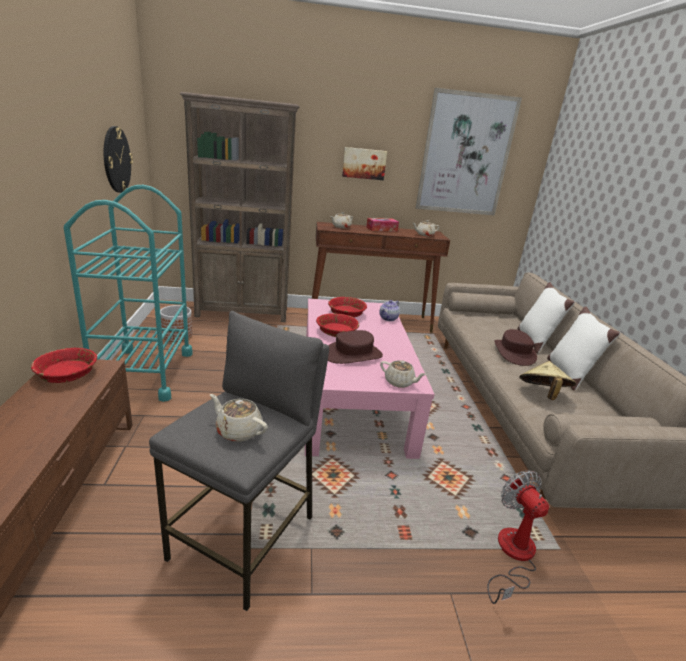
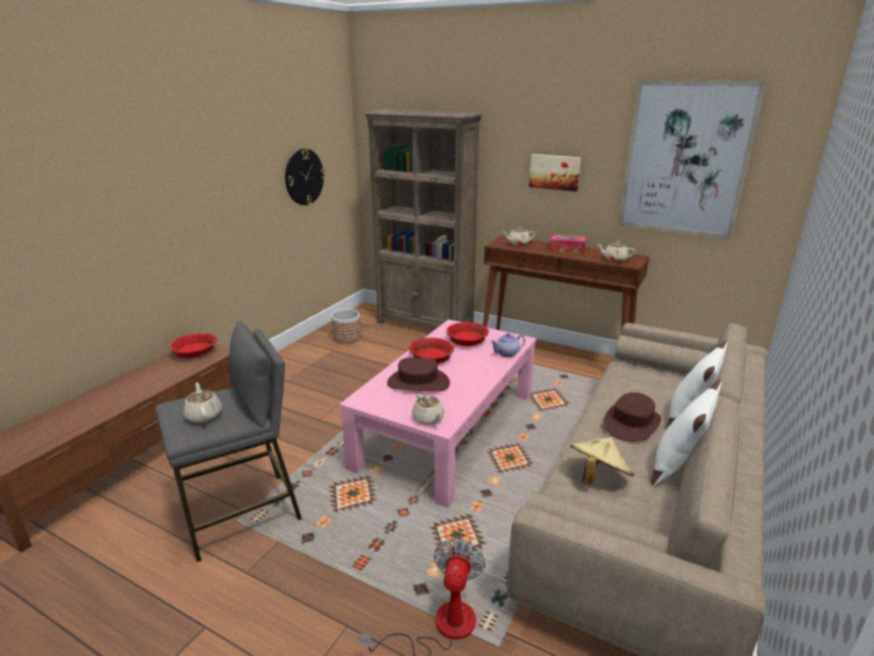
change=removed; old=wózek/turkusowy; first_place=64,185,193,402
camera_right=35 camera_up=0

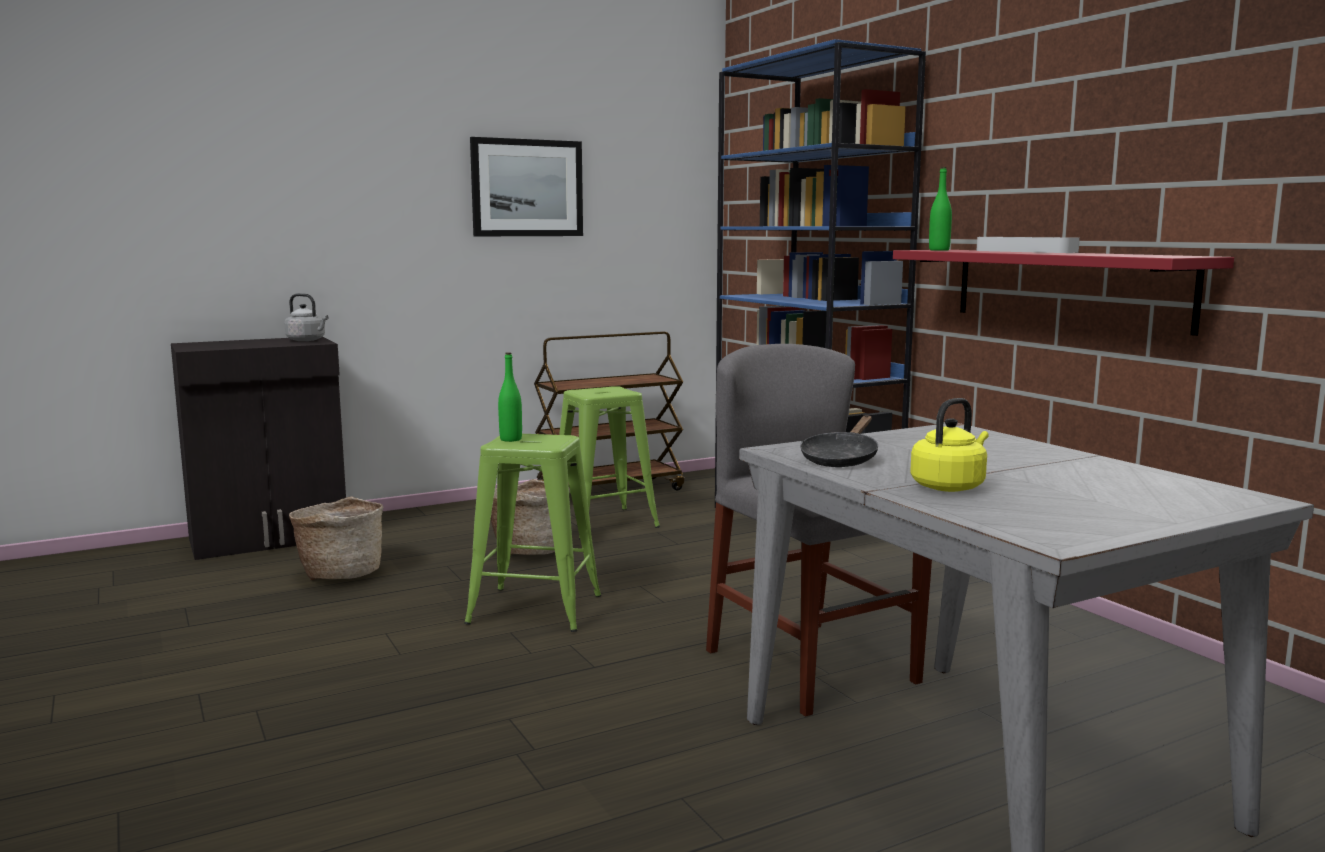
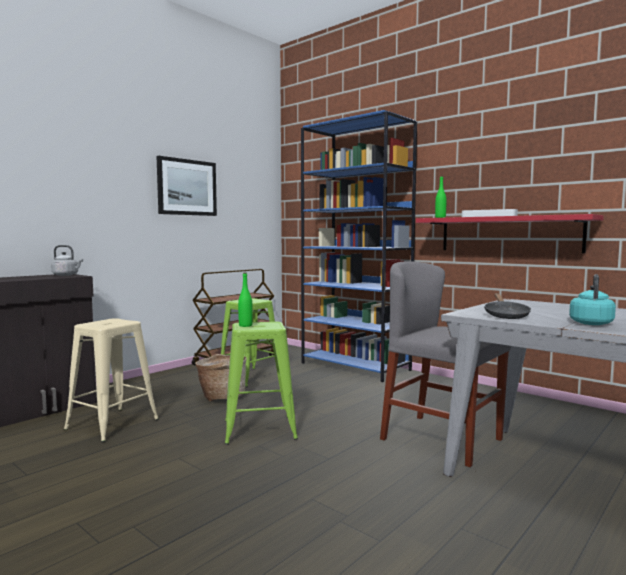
change=replaced; old=koszyk; new=stołek/beżowy; first_place=289,496,383,580; second_place=64,318,159,442
change=recoloured; old=czajnik/żółty; new=czajnik/turkusowy; first_place=910,398,989,492; second_place=569,274,616,325
camera_right=-20 camera_up=-5

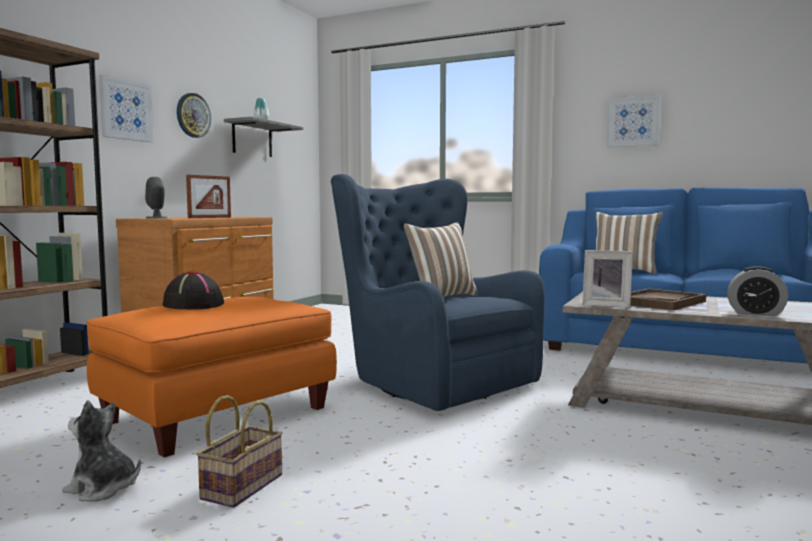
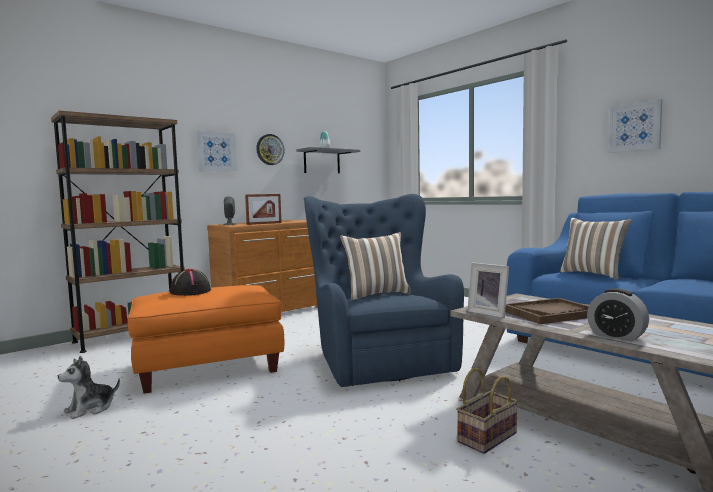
change=turned; old=pluszak; first_place=62,400,141,501; second_place=58,356,120,419; degrees=-90
change=moved; old=koszyk; first_place=196,395,283,508; second_place=456,368,518,454
camera_right=25 camera_up=0

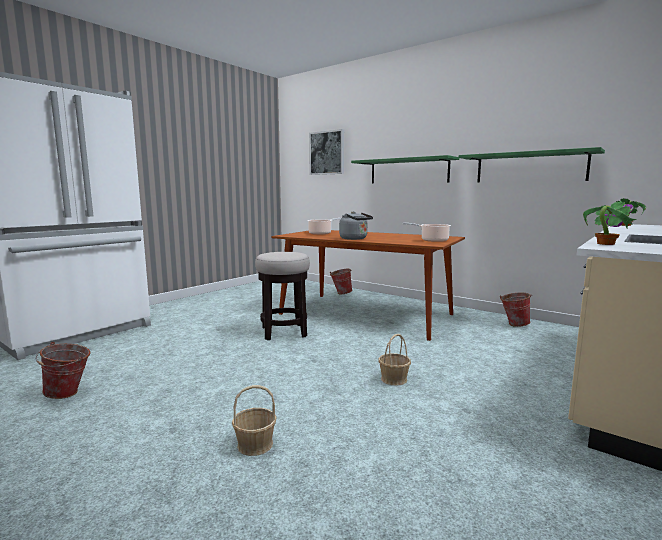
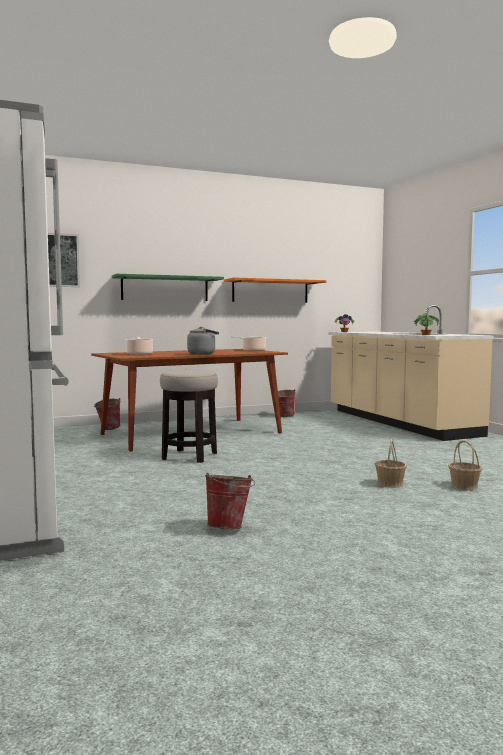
change=moved; old=koszyk; first_place=378,334,411,386; second_place=448,440,482,490
change=recoloured; old=półka/zielony; new=półka/pomarańczowy; first_place=459,147,605,182; second_place=224,278,326,303
camera_right=-60 camera_up=-5

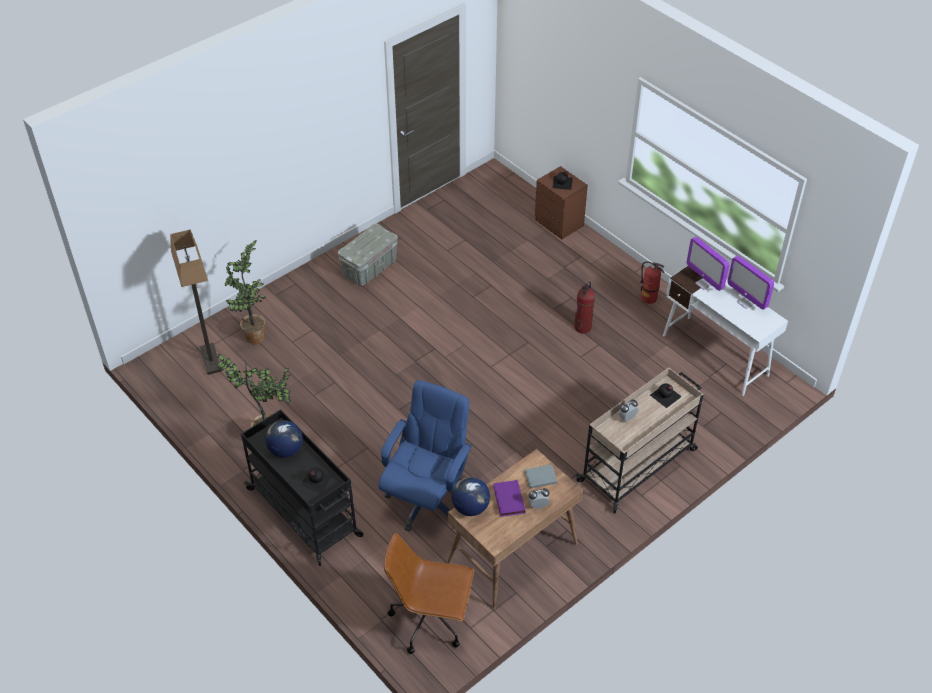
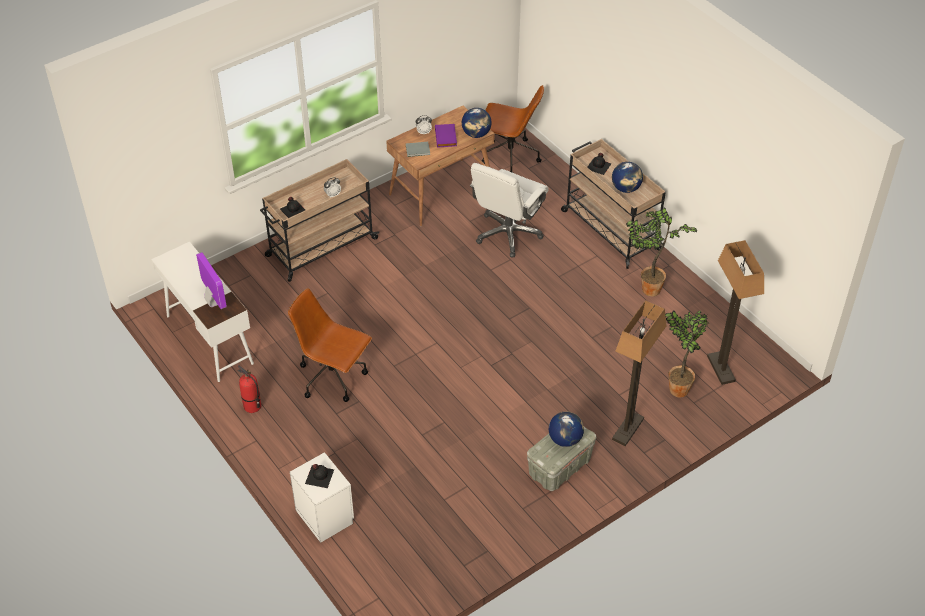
change=recoloured; old=wózek/czarny; new=wózek/beżowy; first_place=241,409,363,566; second_place=561,139,666,269
change=recoloured; old=krzesło biurowe/niebieski; new=krzesło biurowe/biały; first_place=378,380,472,531; second_place=470,163,548,258
change=recoloured; old=szafka nocna/brązowy; new=szafka nocna/biały; first_place=535,166,588,239; second_place=290,452,354,543
change=replaced; old=gaśnica; new=krzesło biurowe/brązowy; first_place=574,282,595,334; second_place=288,288,372,402
change=removed; old=monitor; first_place=727,255,774,310
change=added; new=globus; second_place=549,411,584,447
change=added; new=lampa stojąca; second_place=612,300,667,446
camera_right=-175 camera_up=0

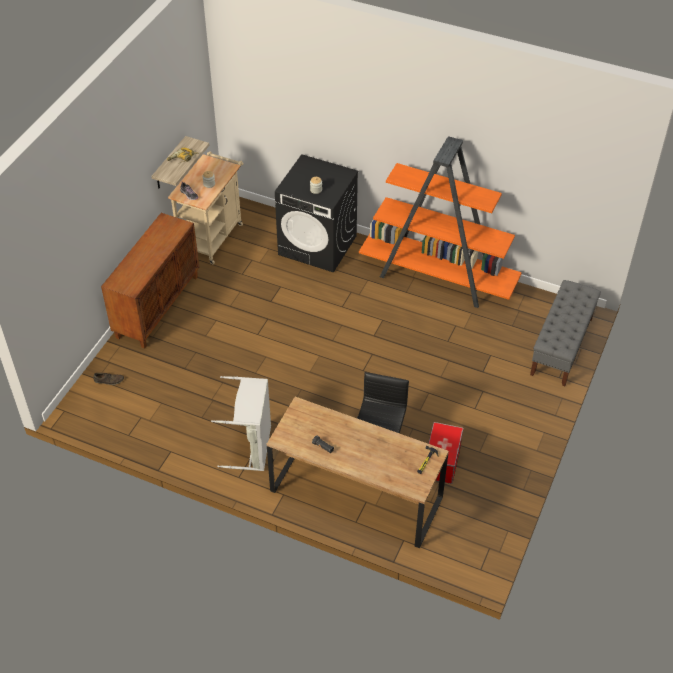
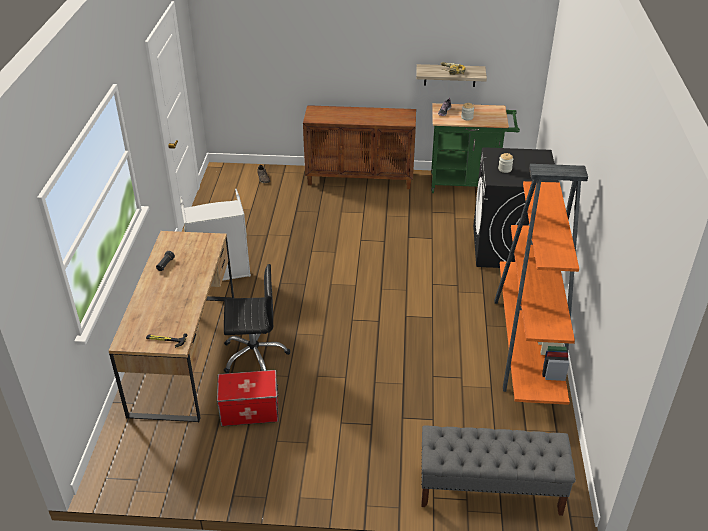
change=recoloured; old=wózek/beżowy; new=wózek/zielony; first_place=168,151,243,264; second_place=431,103,520,193
camera_right=70 camera_up=-10

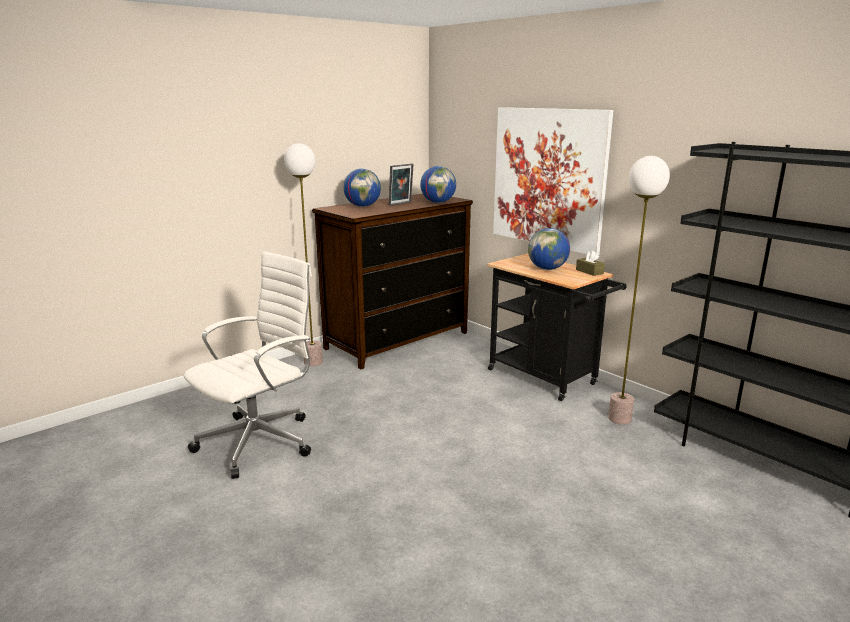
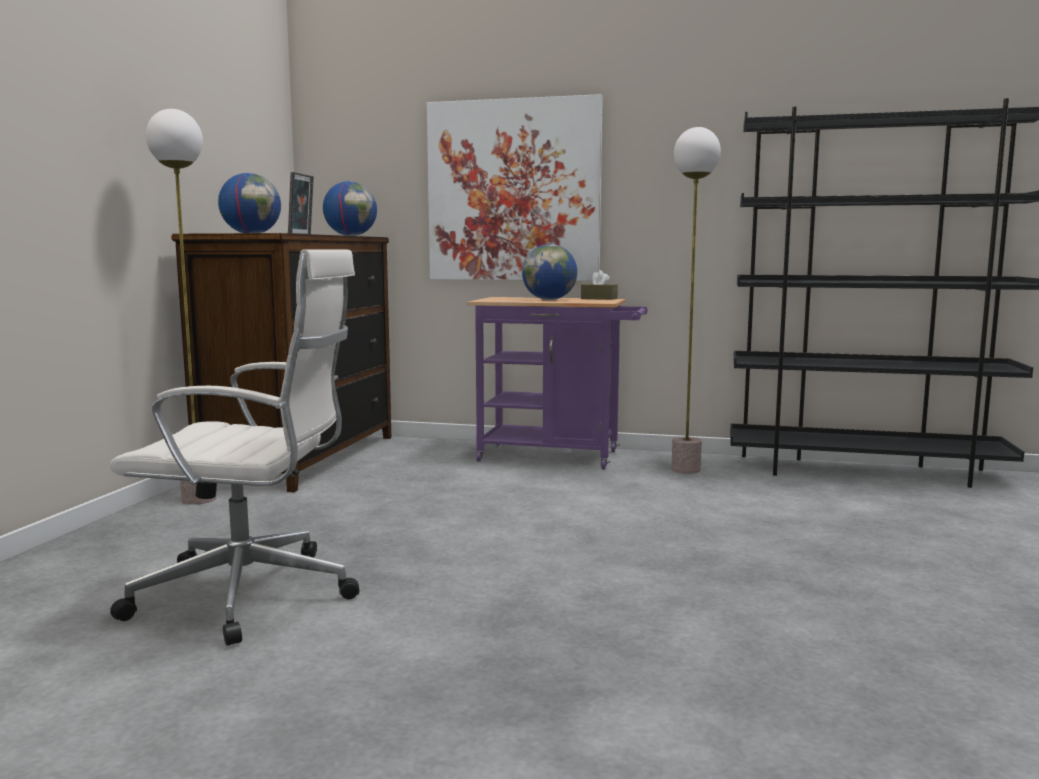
change=turned; old=krzesło biurowe/biały; first_place=184,252,312,479; second_place=110,249,359,646; degrees=90
change=recoloured; old=wózek/czarny; new=wózek/fioletowy; first_place=487,254,627,401; second_place=467,297,648,469
camera_right=-35 camera_up=-10

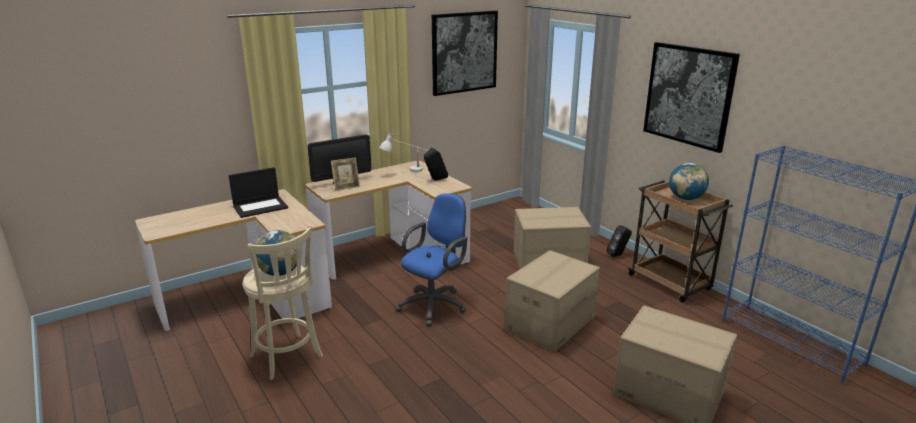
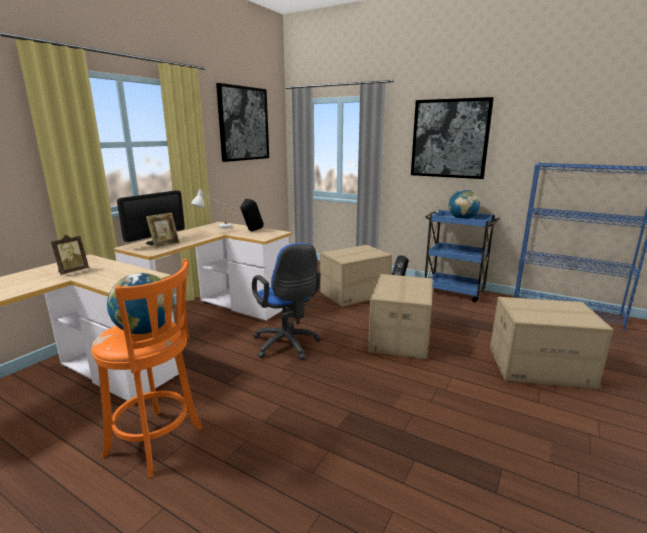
change=replaced; old=laptop; new=ramka na zdjęcie; first_place=229,167,288,218; second_place=51,235,89,275
change=recoloured; old=stołek/beżowy; new=stołek/pomarańczowy; first_place=243,225,323,380; second_place=91,259,203,478
change=turned; old=krzesło biurowe/niebieski; first_place=396,193,467,326; second_place=252,243,321,360; degrees=135
change=recoloured; old=wózek/brązowy; new=wózek/niebieski; first_place=627,180,733,303; second_place=425,210,500,302
camera_right=-25 camera_up=-5

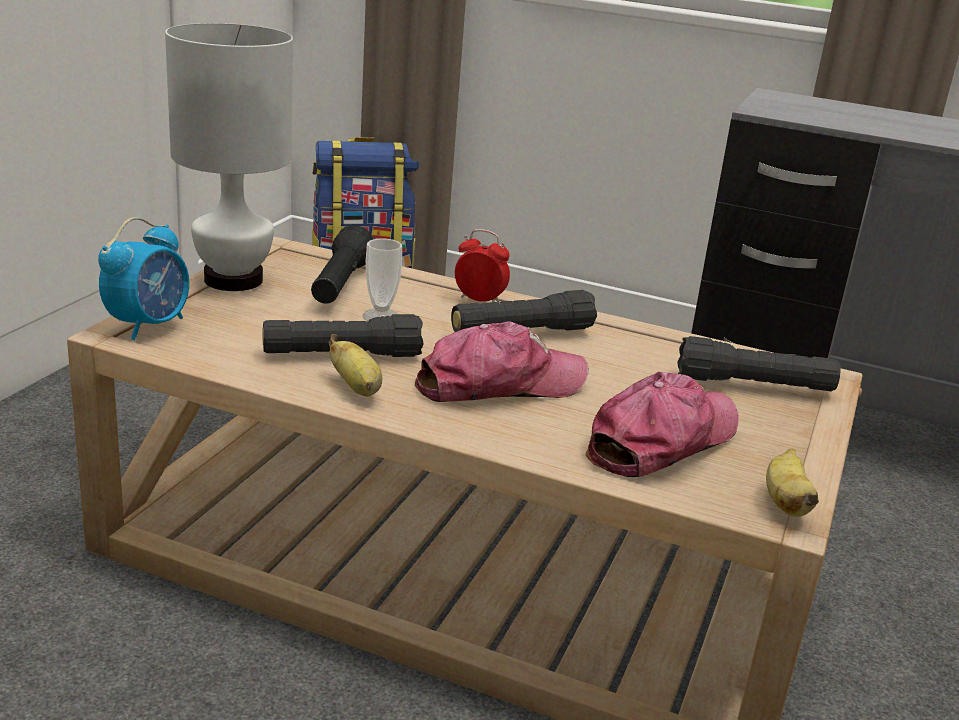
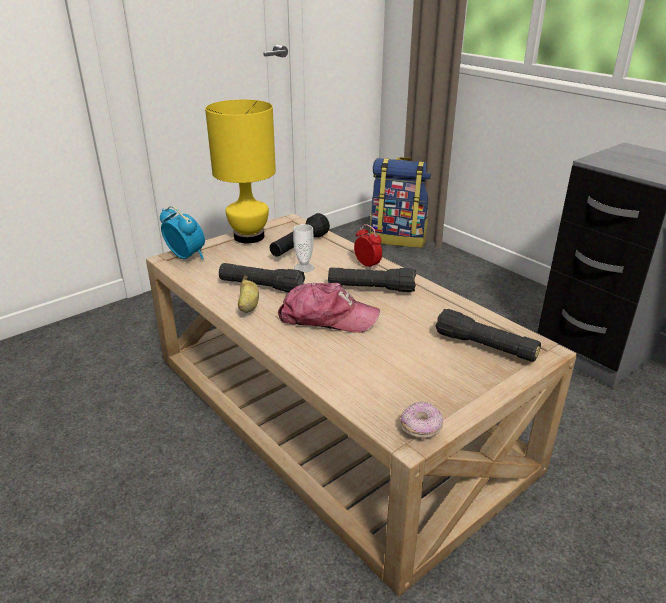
change=turned; old=budzik; first_place=98,217,189,340; second_place=160,206,205,260; degrees=-105
change=recoloured; old=lampa stołowa/biały; new=lampa stołowa/żółty; first_place=165,23,293,291; second_place=205,100,276,243
change=removed; old=czapka z daszkiem; first_place=585,372,739,477
change=replaced; old=banan; new=donut; first_place=766,449,819,517; second_place=400,401,444,438
camera_right=30 camera_up=5

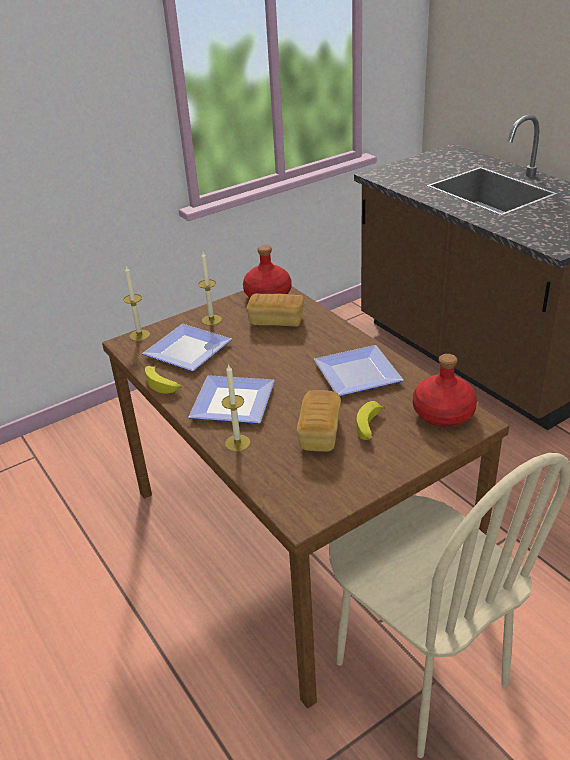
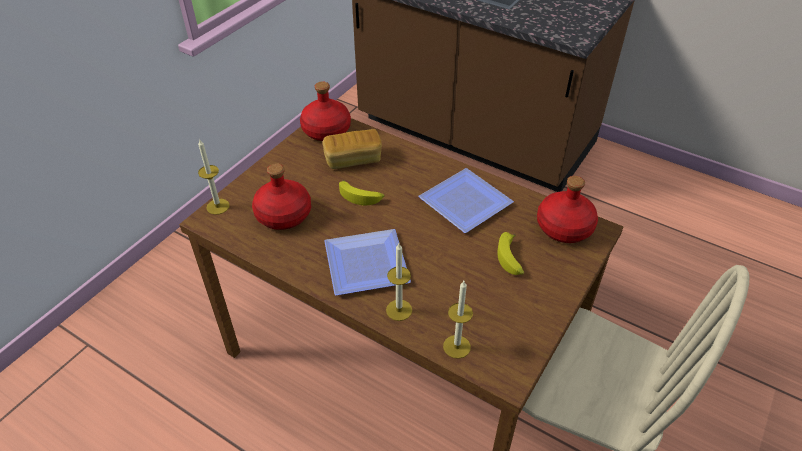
change=replaced; old=talerz; new=butelka/czerwony; first_place=142,324,232,371; second_place=252,163,311,230
change=moved; old=banan; first_place=145,366,181,393; second_place=339,180,385,206
change=moved; old=świeca; first_place=198,252,222,326; second_place=443,281,473,359
change=removed; old=chleb; first_place=297,390,341,452
camera_right=-25 camera_up=10

